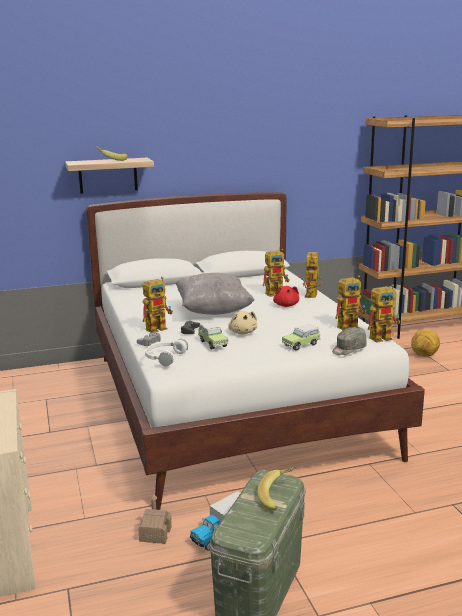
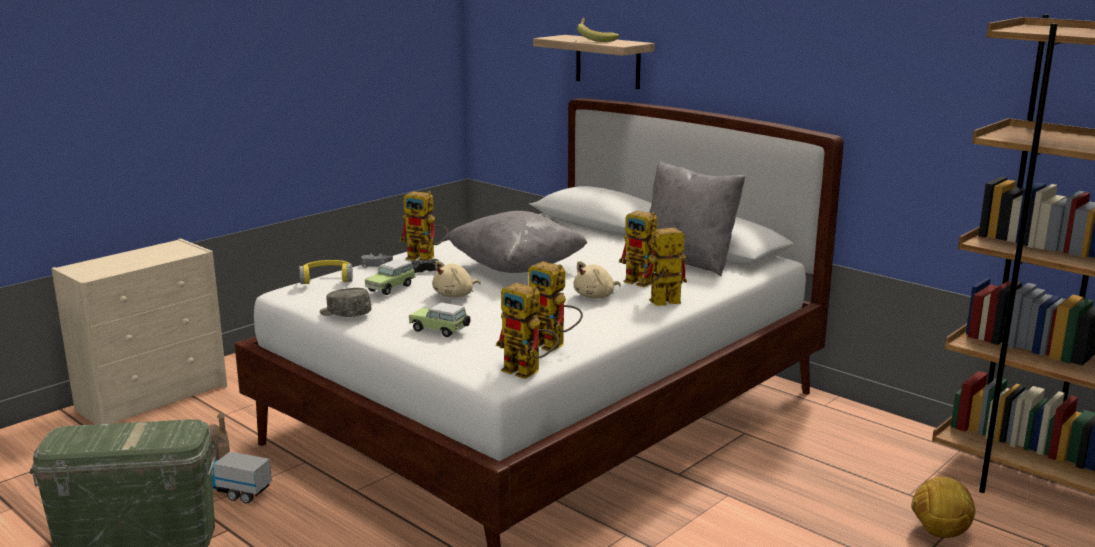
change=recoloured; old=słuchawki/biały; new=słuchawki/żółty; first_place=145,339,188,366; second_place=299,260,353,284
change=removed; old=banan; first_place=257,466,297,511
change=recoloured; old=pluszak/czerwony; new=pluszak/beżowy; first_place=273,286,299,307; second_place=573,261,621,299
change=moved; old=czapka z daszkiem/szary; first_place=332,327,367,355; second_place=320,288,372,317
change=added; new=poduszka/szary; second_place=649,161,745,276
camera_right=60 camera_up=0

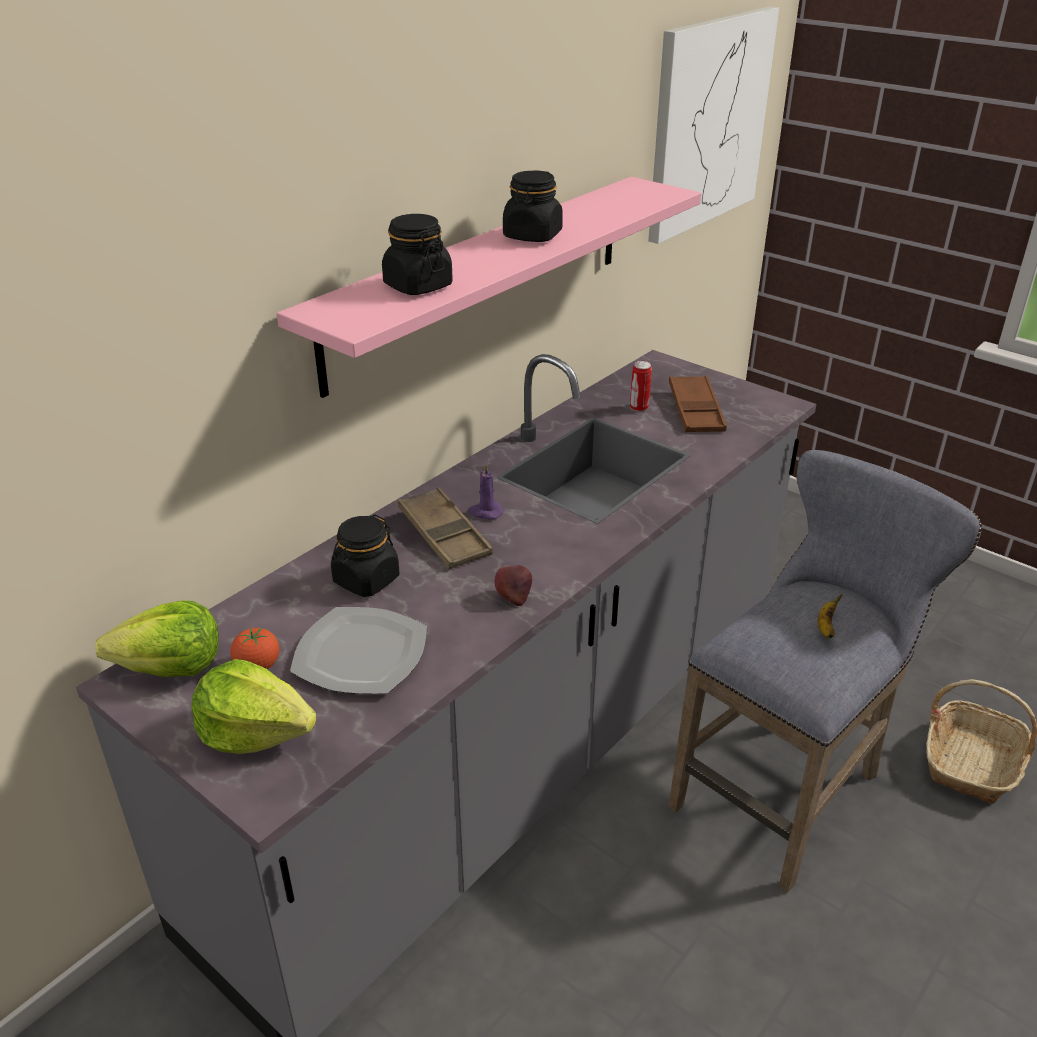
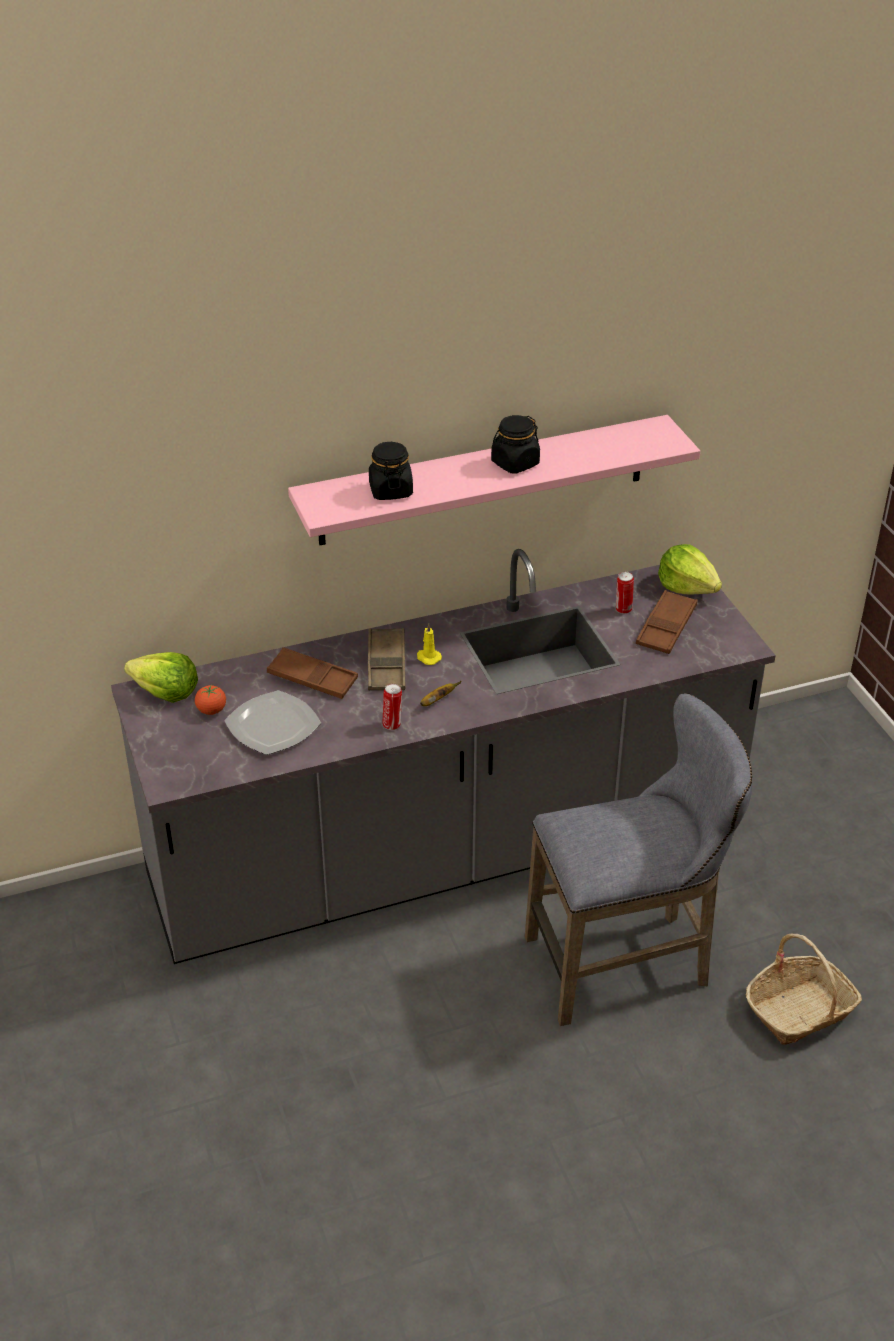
change=moved; old=sałata; first_place=192,659,316,754; second_place=658,544,722,594
change=replaced; old=słoik/czarny; new=taca/brązowy; first_place=331,514,400,597; second_place=267,647,358,699
change=recoloured; old=świeca/fioletowy; new=świeca/żółty; first_place=468,464,504,520; second_place=417,623,442,665
change=replaced; old=jabłko; new=puszka; first_place=494,565,532,606; second_place=382,684,402,730
change=removed; old=obraz; first_place=648,6,779,244
change=moved; old=banan; first_place=818,594,842,639; second_place=420,681,461,706
camera_right=30 camera_up=5

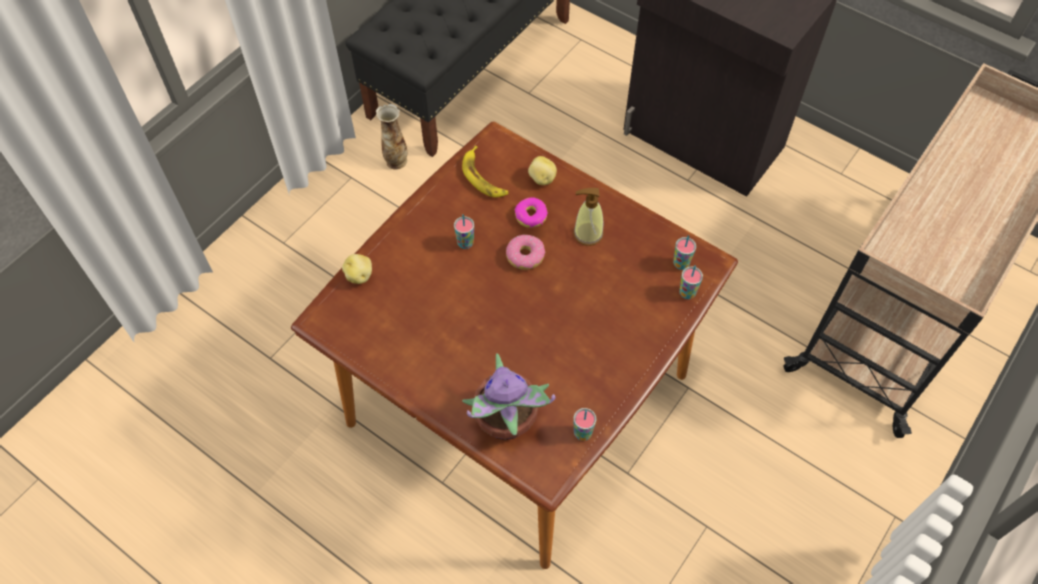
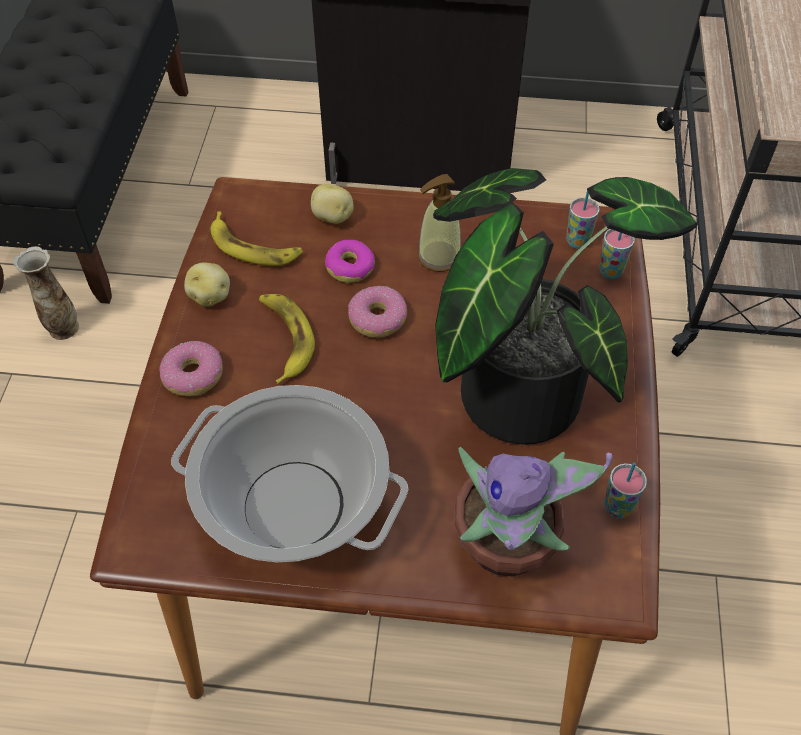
change=moved; old=ziemniak; first_place=342,254,372,284; second_place=184,262,230,307
change=replaced; old=filiżanka; new=banan; first_place=454,214,474,249; second_place=259,294,315,384
change=added; new=donut; second_place=159,341,223,396
change=added; new=garnek; second_place=171,385,408,562
change=added; new=roślina doniczkowa; second_place=433,168,697,445
camera_right=-30 camera_up=-5

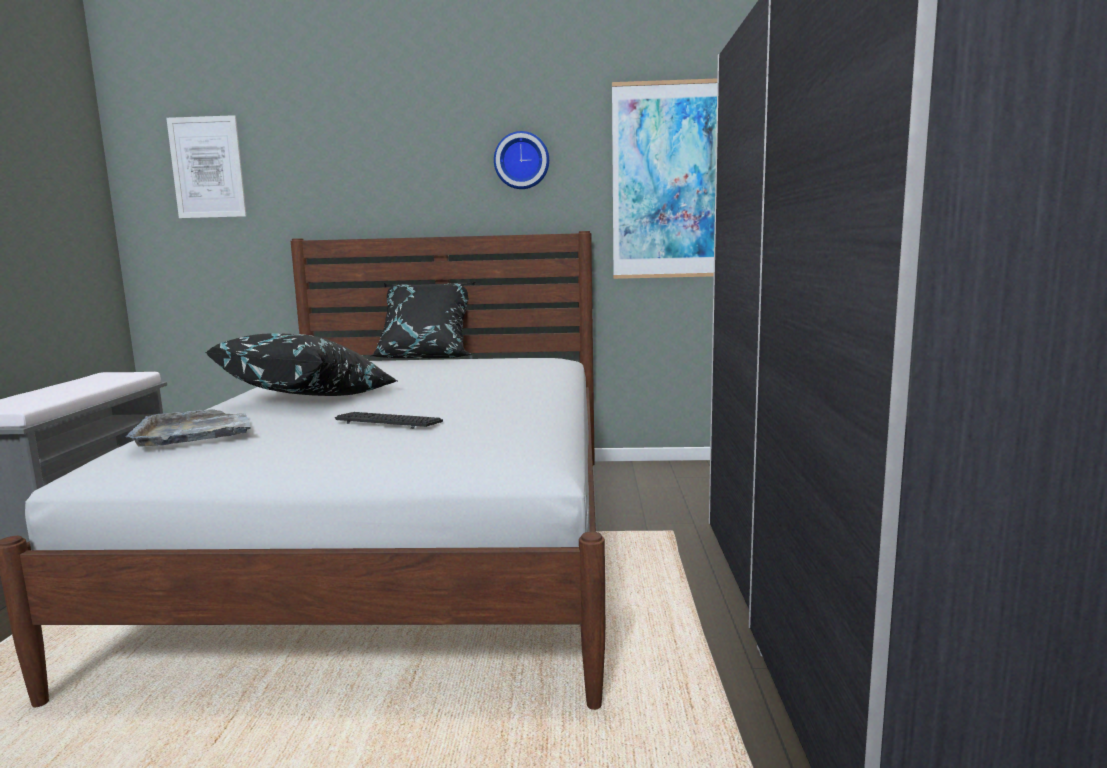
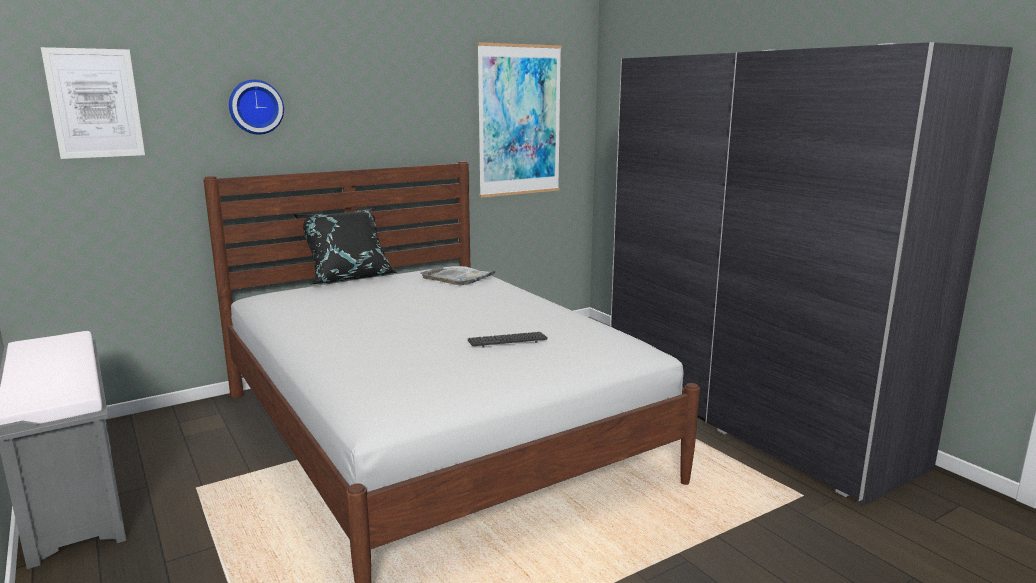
change=moved; old=taca/szary; first_place=126,409,250,446; second_place=421,267,496,285
change=removed; old=poduszka/czarny; first_place=205,333,397,396
change=moved; old=zegar ścienny; first_place=494,131,549,189; second_place=229,80,284,135
camera_right=-35 camera_up=5

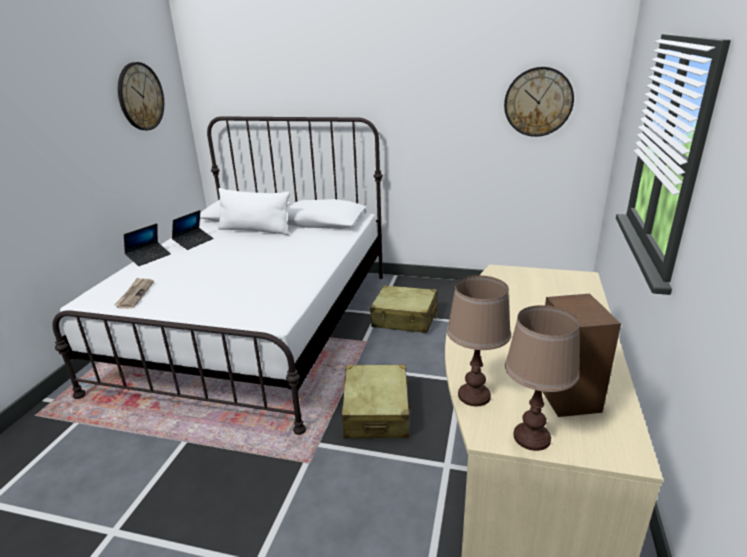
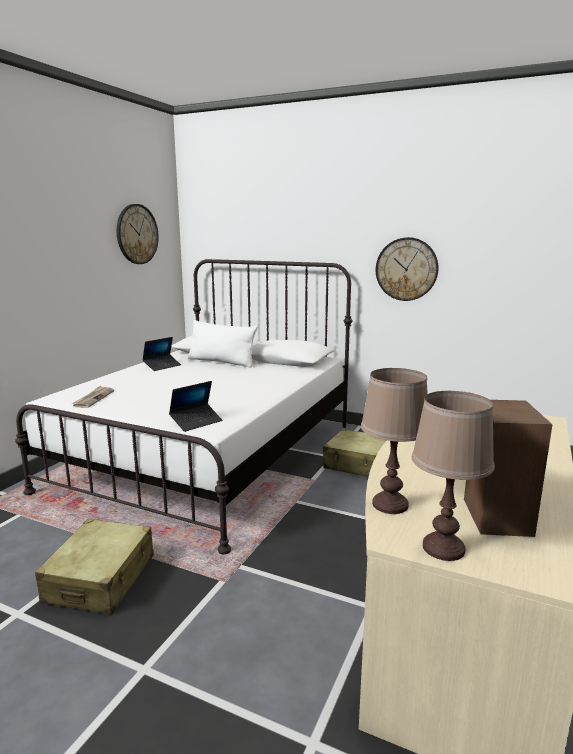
change=moved; old=laptop; first_place=124,224,171,266; second_place=169,381,222,432
change=moved; old=walizka/beżowy; first_place=342,364,411,439; second_place=35,519,154,615
change=moved; old=zegar ścienny; first_place=504,67,574,137; second_place=376,237,439,301
camera_right=10 camera_up=-10

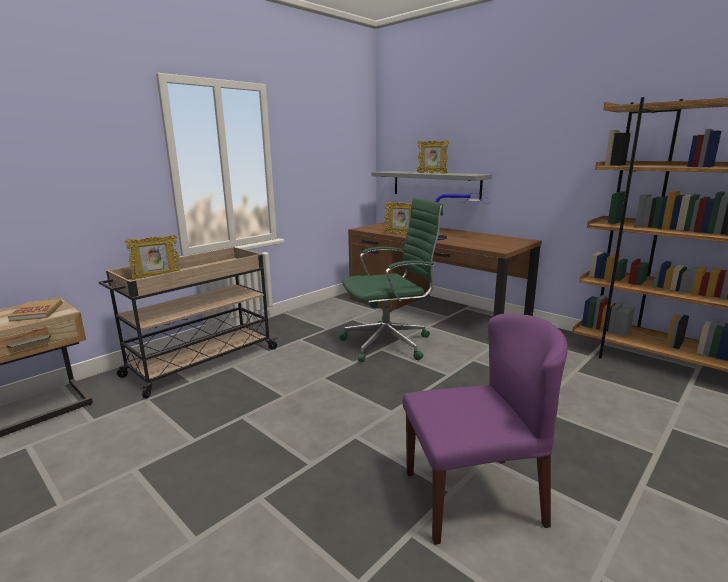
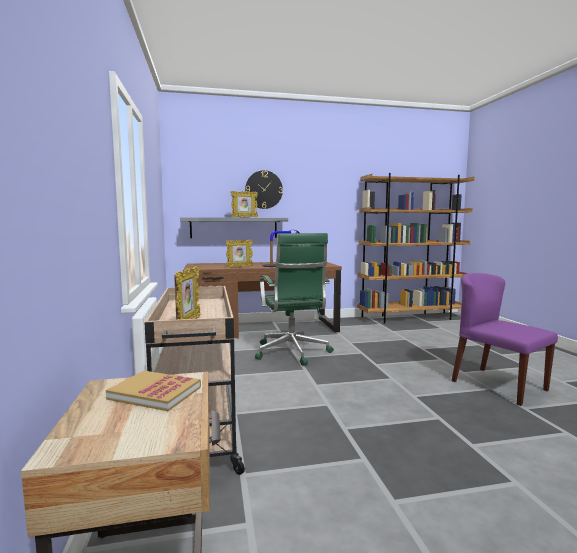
change=turned; old=krzesło biurowe/zielony; first_place=339,198,443,362; second_place=255,233,334,366; degrees=150
change=turned; old=krzesło/fioletowy; first_place=403,313,568,545; second_place=452,273,558,406; degrees=-60
change=added; new=zegar ścienny; second_place=245,170,283,209
camera_right=-55 camera_up=-10

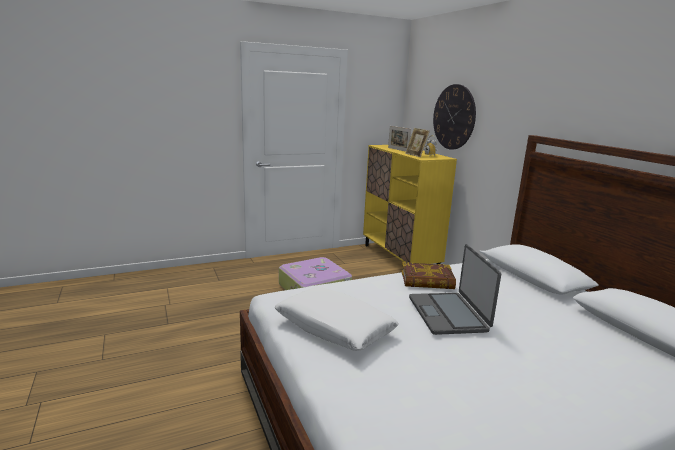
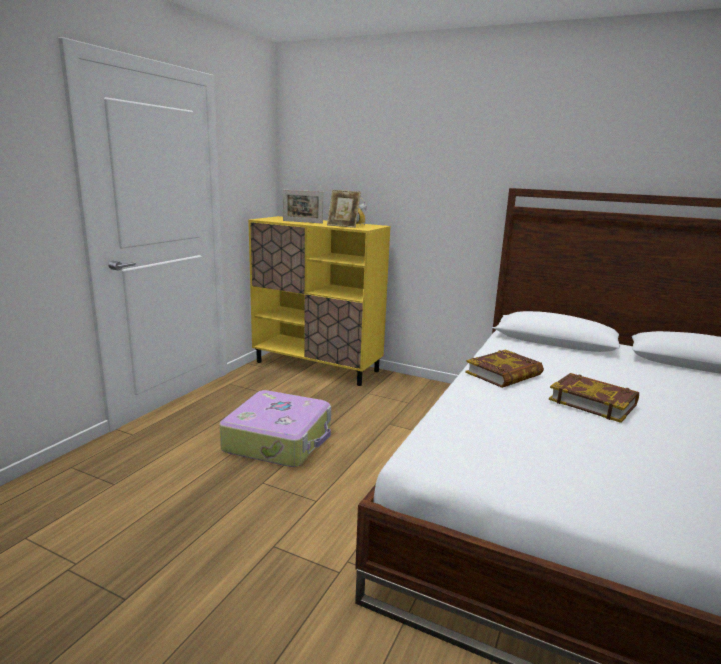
change=removed; old=poduszka/biały; first_place=275,287,399,351
change=replaced; old=laptop; new=książka; first_place=409,244,501,335; second_place=549,373,639,423
change=removed; old=zegar ścienny; first_place=433,84,476,149
camera_right=-40 camera_up=0

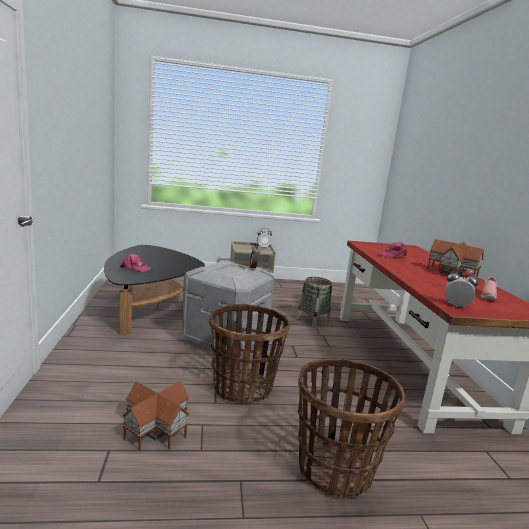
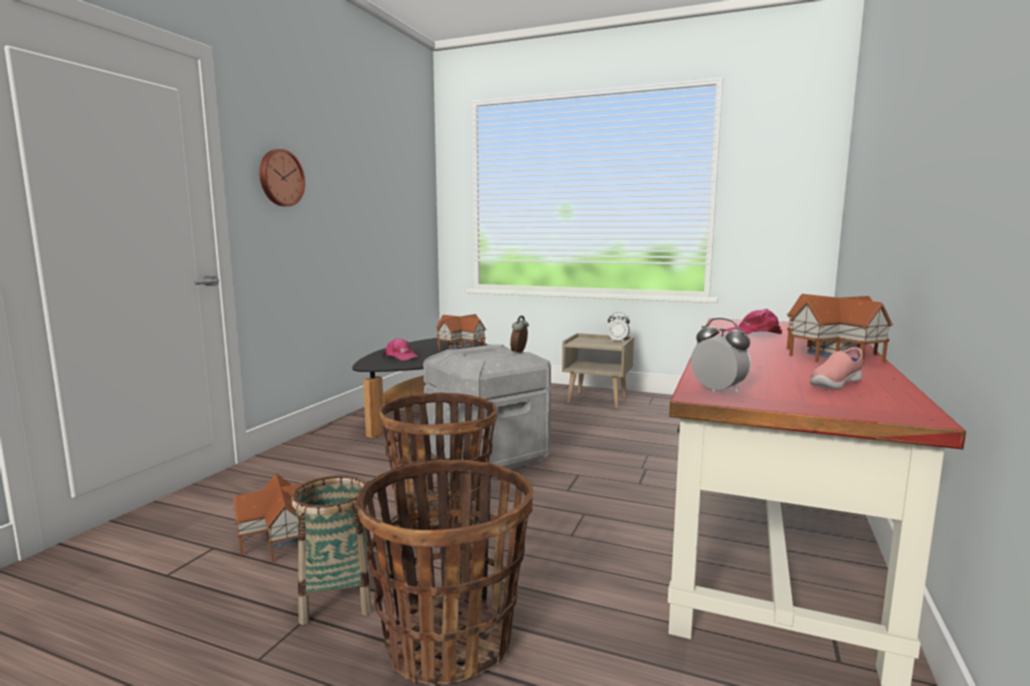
change=moved; old=koszyk; first_place=297,277,332,327; second_place=292,475,372,625
change=added; new=zegar ścienny; second_place=259,149,305,206
change=added; new=domek; second_place=436,314,486,351
camera_right=30 camera_up=-5

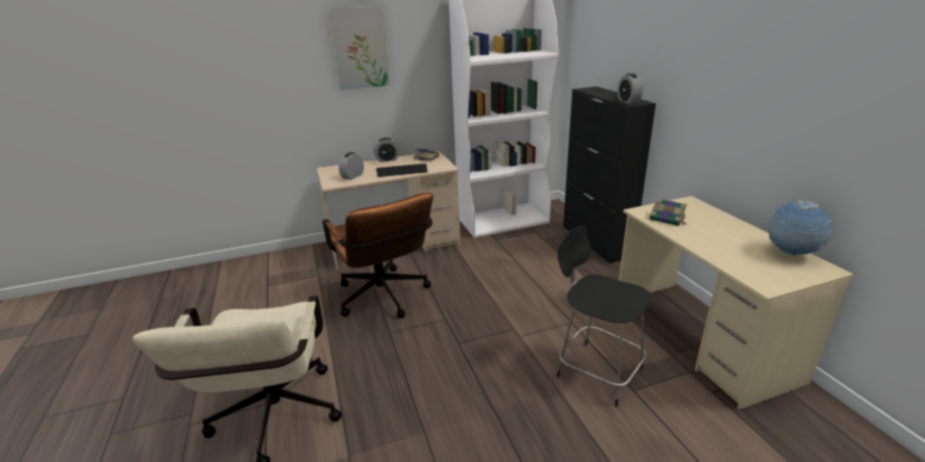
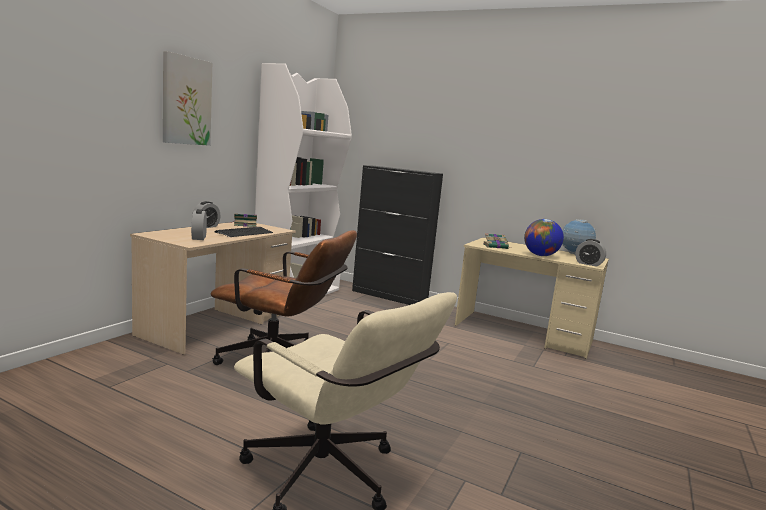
change=removed; old=stołek/czarny; first_place=557,225,651,407
change=moved; old=budzik; first_place=618,73,643,104; second_place=575,239,606,267
change=added; new=globus; second_place=524,219,564,256
camera_right=-45 camera_up=-15

